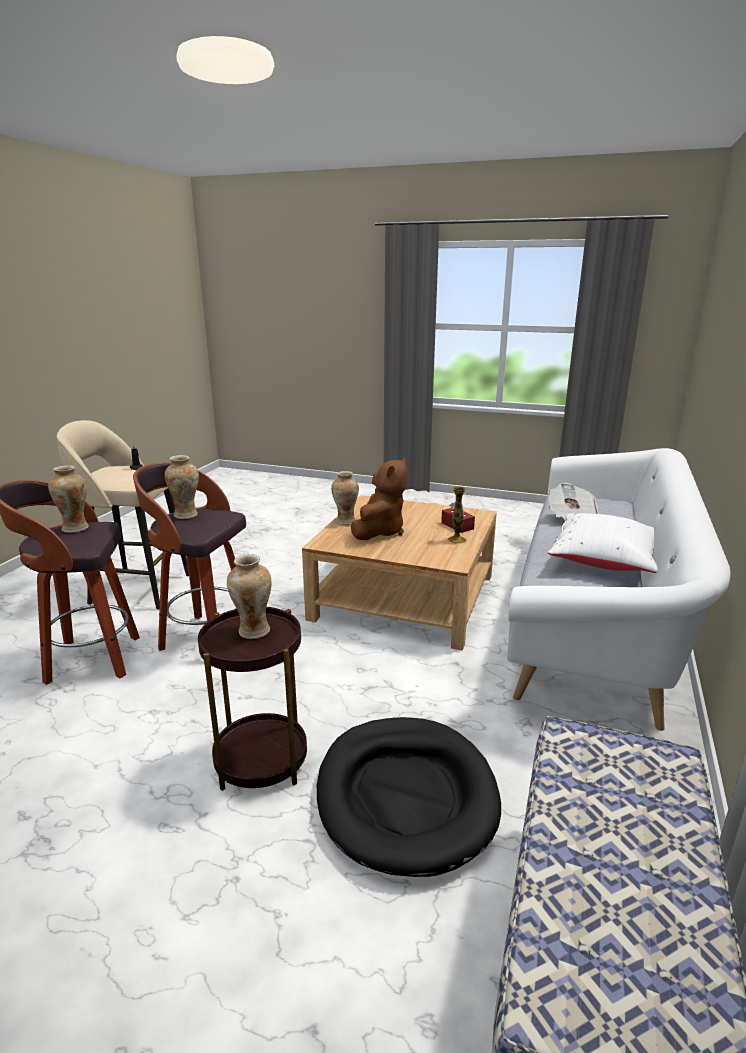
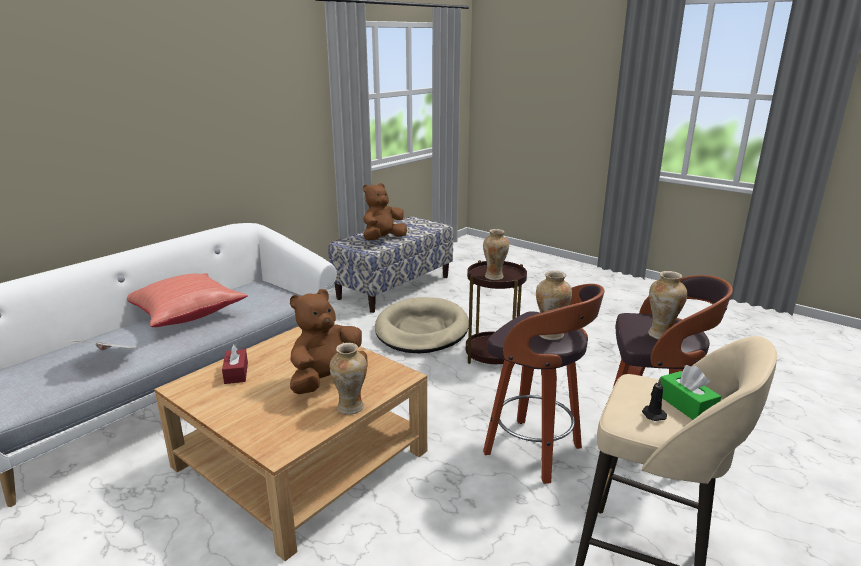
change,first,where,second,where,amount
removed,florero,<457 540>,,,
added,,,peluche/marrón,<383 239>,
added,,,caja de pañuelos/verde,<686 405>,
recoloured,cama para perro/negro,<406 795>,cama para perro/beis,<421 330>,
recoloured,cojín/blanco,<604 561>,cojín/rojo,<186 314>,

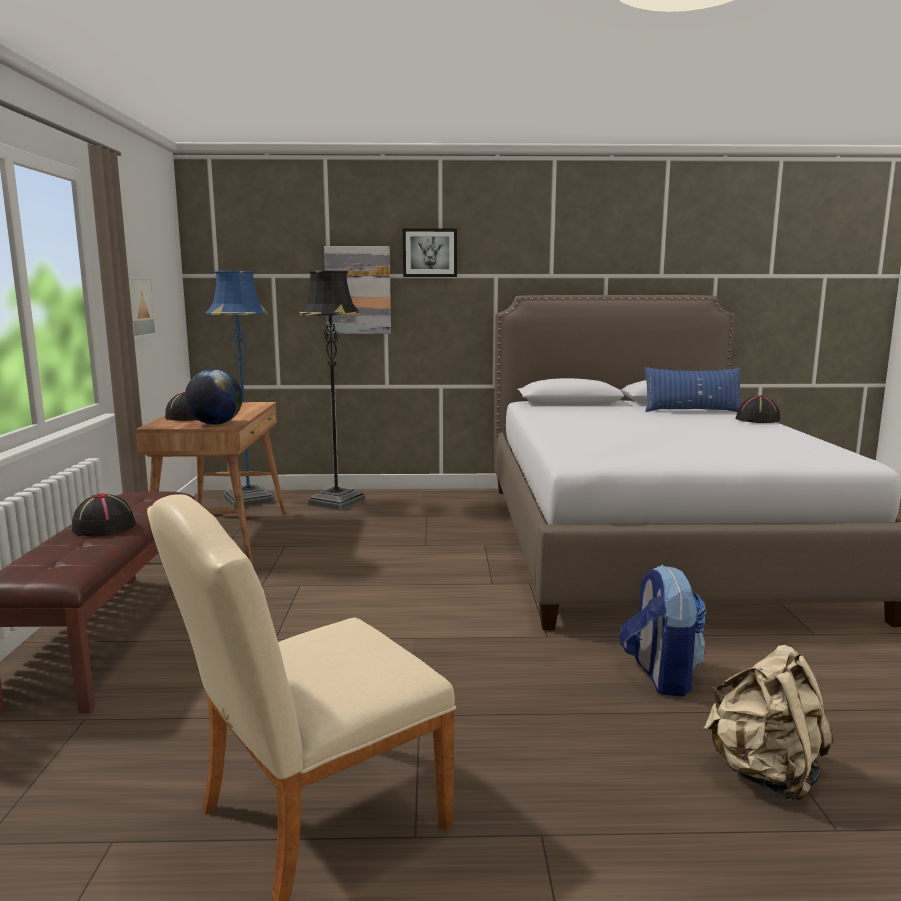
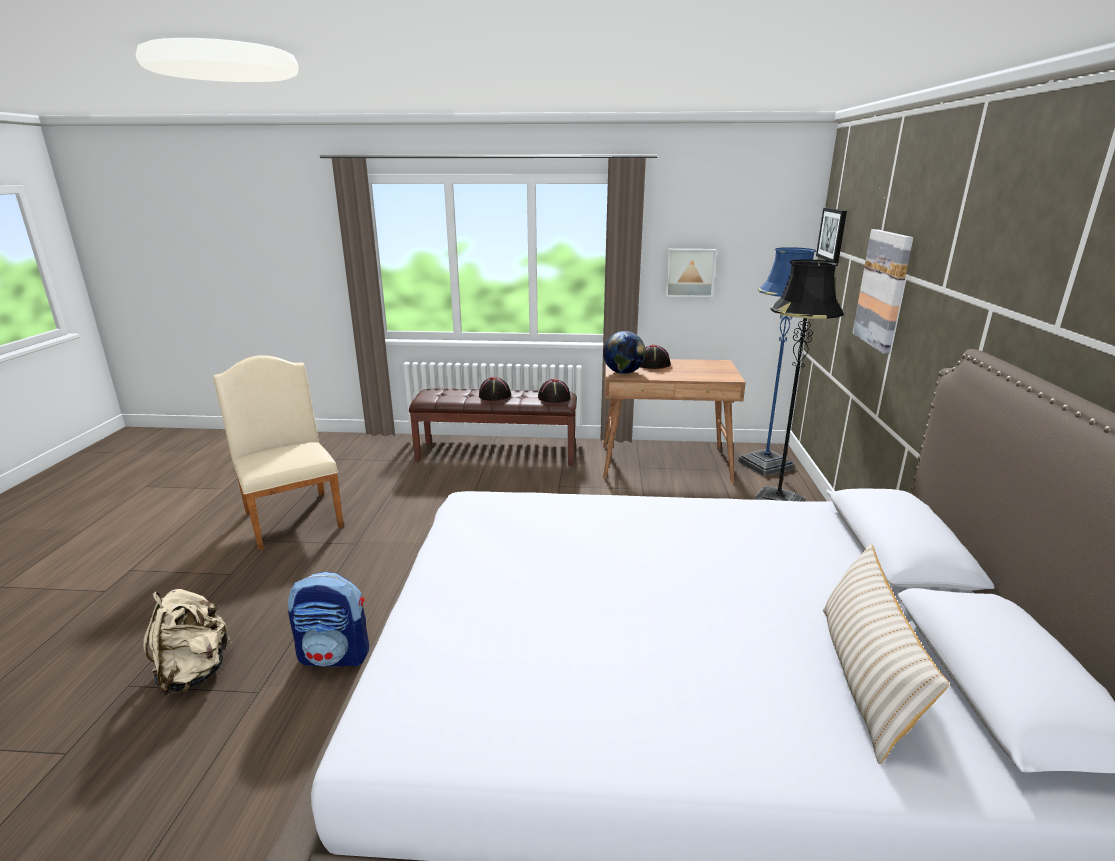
change,first,where,second,where,amount
moved,cuadro,<430 253>,,<832 234>,
moved,sombrero/negro,<757 420>,,<554 397>,
recoloured,cojín/azul,<691 411>,cojín/beis,<863 677>,

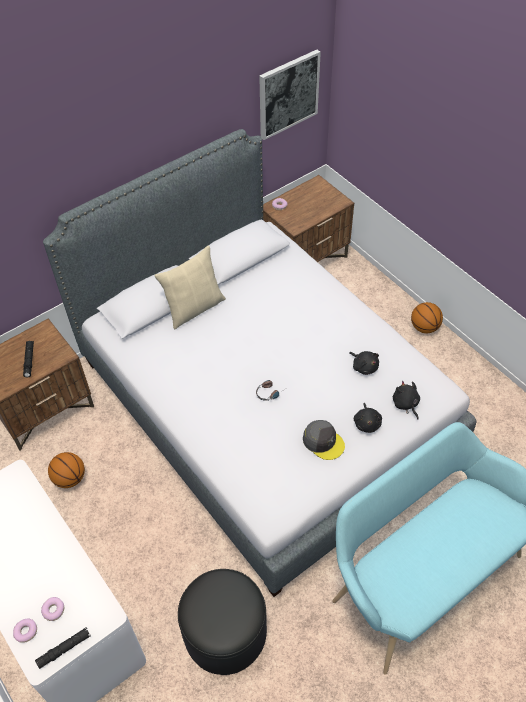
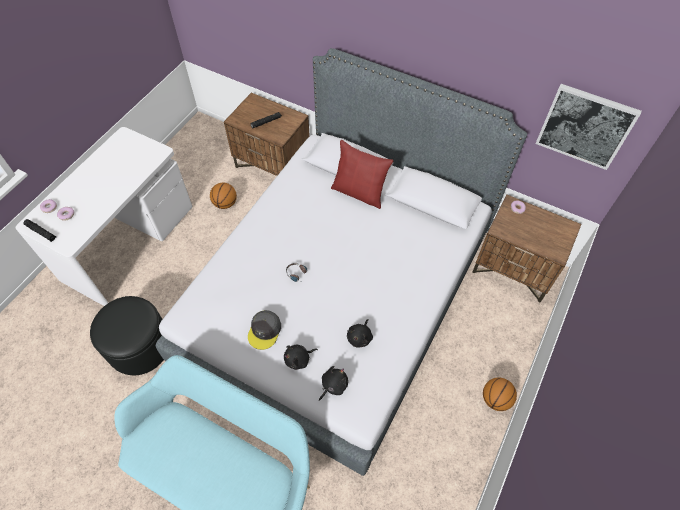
change,first,where,second,where,amount
recoloured,cojín/beis,<194 308>,cojín/rojo,<359 192>,

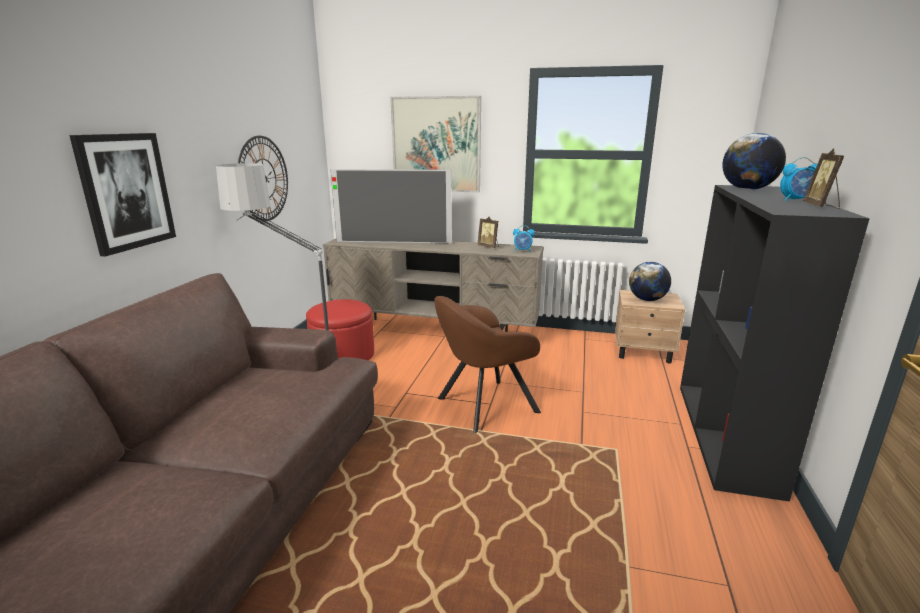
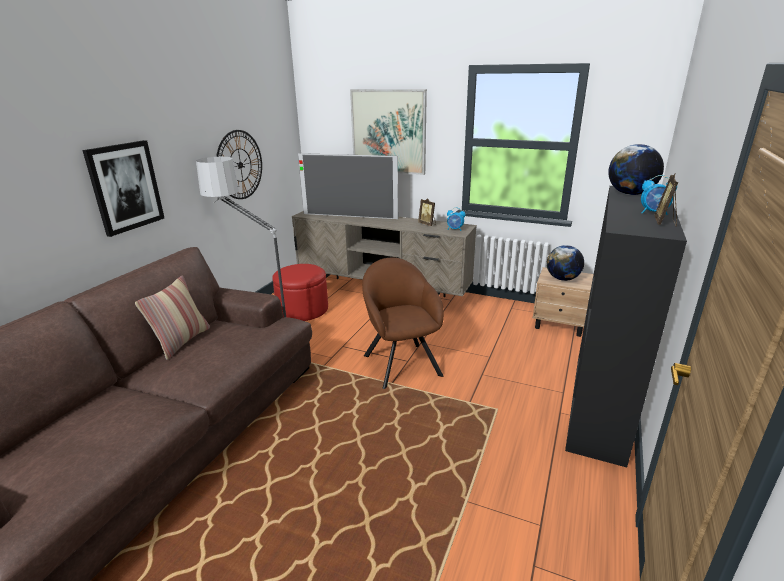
change,first,where,second,where,amount
added,,,cojín,<181 341>,
turned,sillón/marrón,<482 406>,,<400 362>,90 degrees clockwise

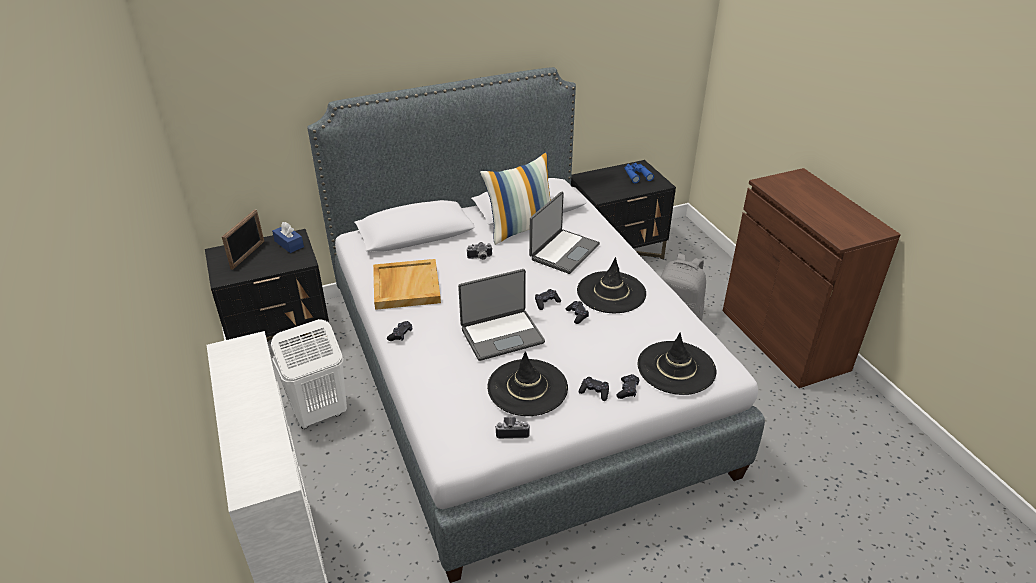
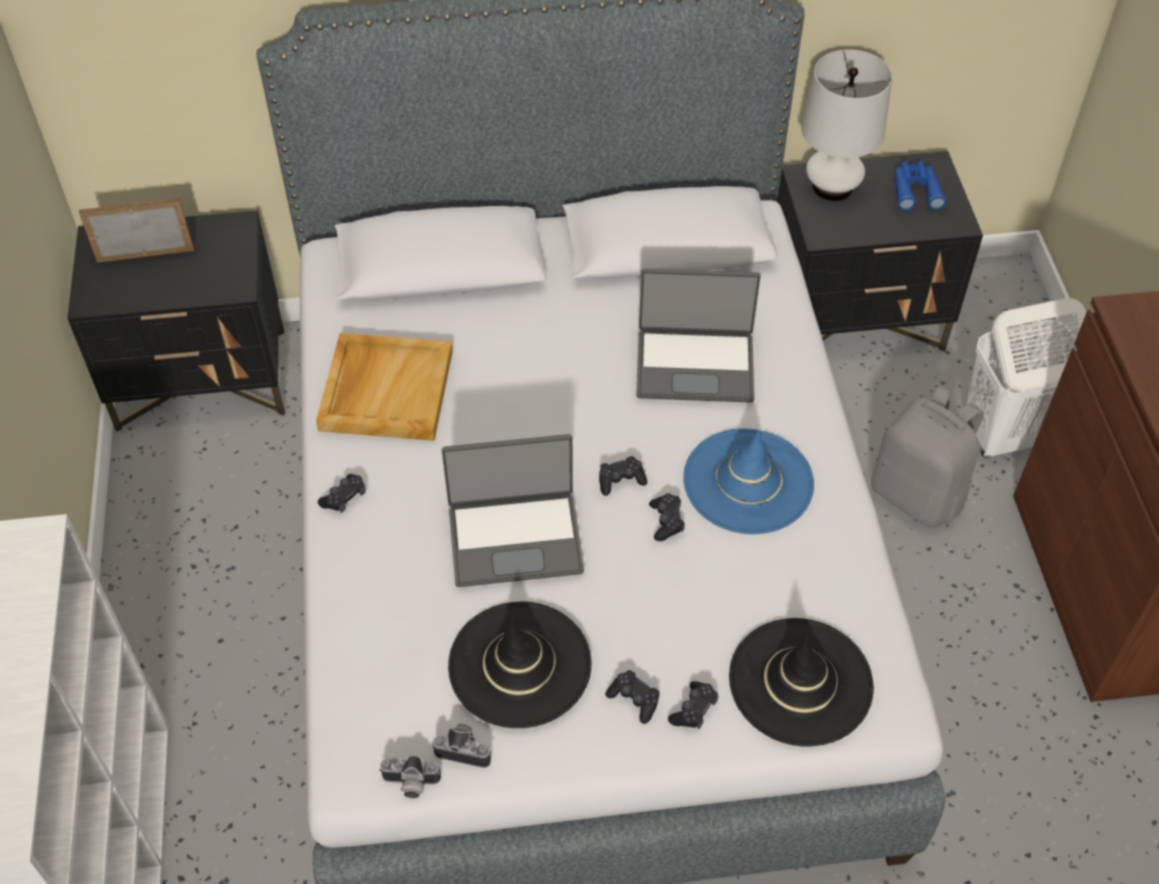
change,first,where,second,where,amount
removed,caja de pañuelos/azul,<289 244>,,,
removed,cojín,<521 228>,,,
added,,,lámpara de mesa/blanco,<832 187>,
moved,cesto de la ropa/blanco,<319 414>,,<1005 435>,
moved,cámara,<480 258>,,<410 785>,
recoloured,sombrero/negro,<611 292>,sombrero/azul,<748 482>,
turned,portarretratos,<248 255>,,<145 254>,135 degrees counterclockwise
turned,portátil,<563 252>,,<695 365>,45 degrees clockwise

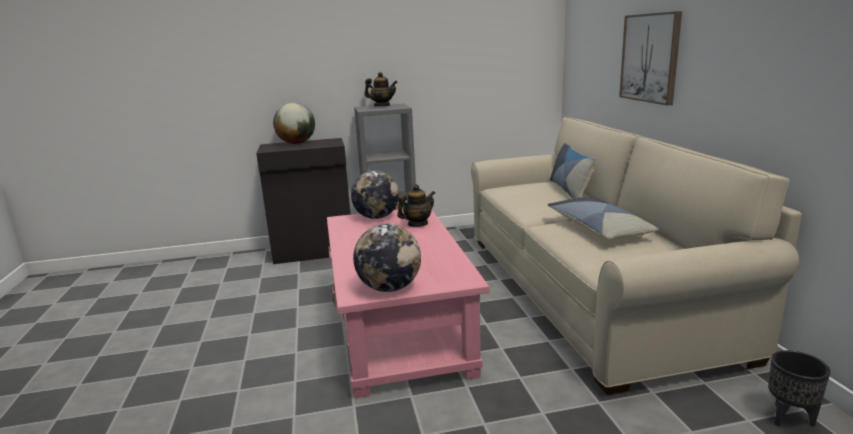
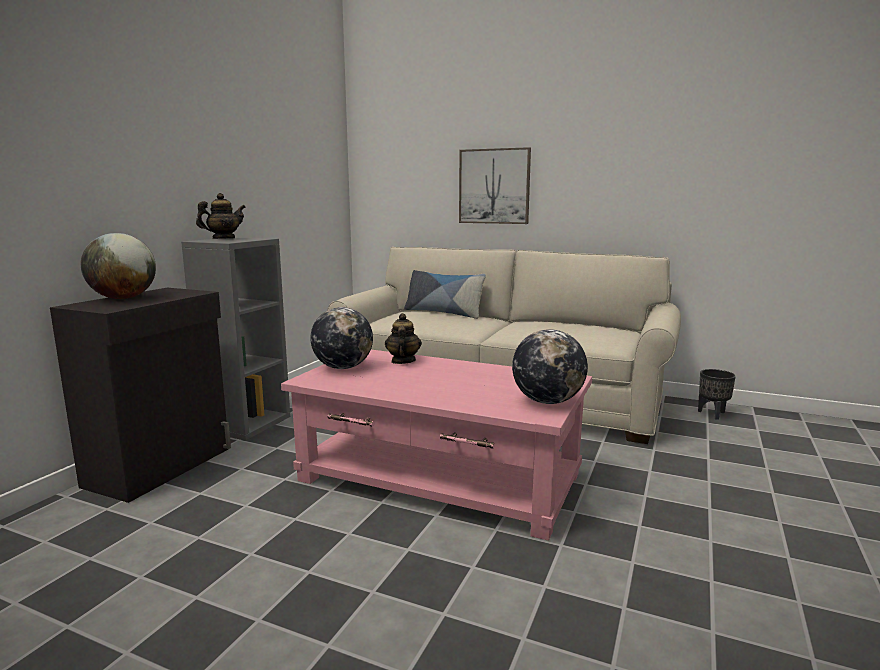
change,first,where,second,where,amount
removed,cojín,<598 228>,,,

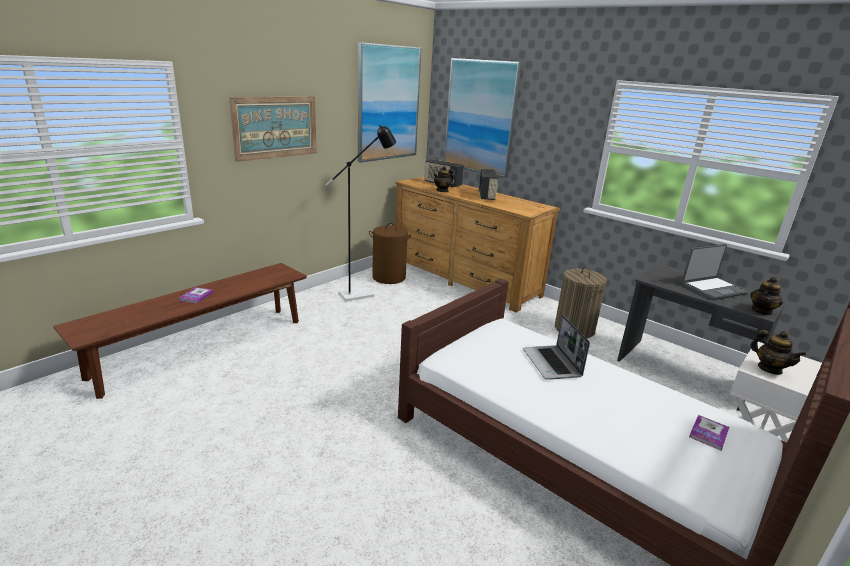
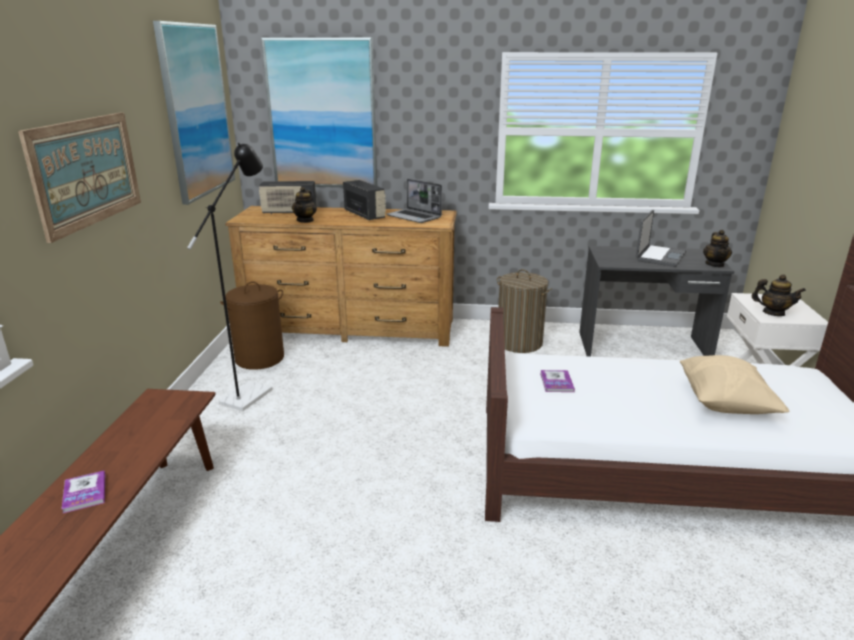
change,first,where,second,where,amount
added,,,cojín/beis,<724 404>,
moved,portátil,<552 364>,,<414 217>,
moved,libro,<708 433>,,<556 382>,

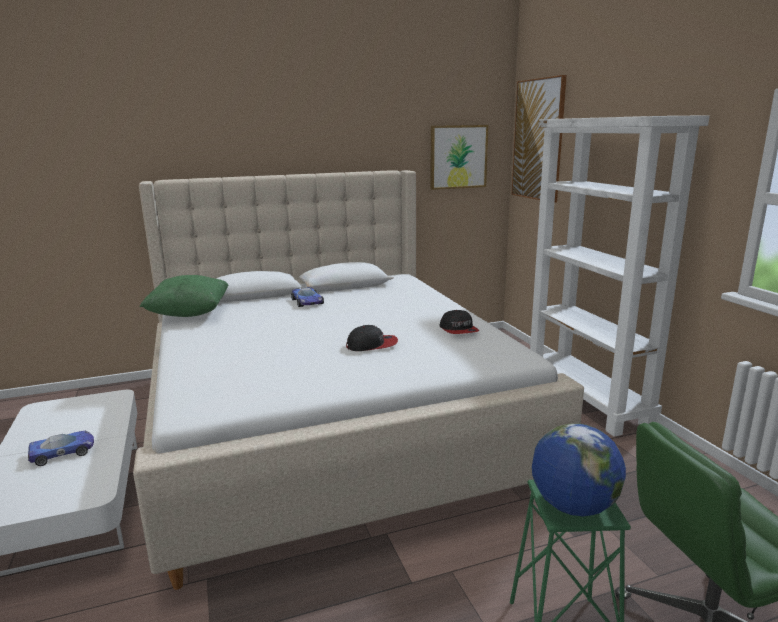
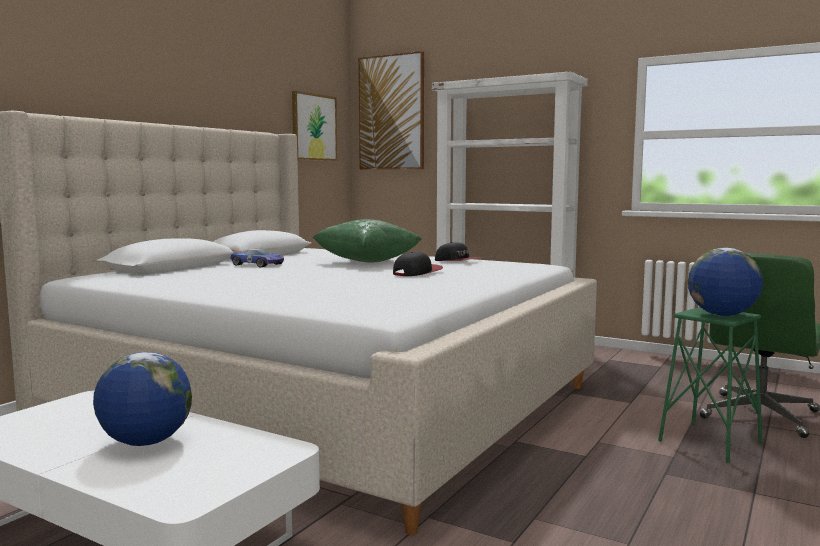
change,first,where,second,where,amount
moved,cojín/verde,<189 313>,,<366 262>,
replaced,coche de juguete,<63 452>,globo terráqueo,<146 442>,

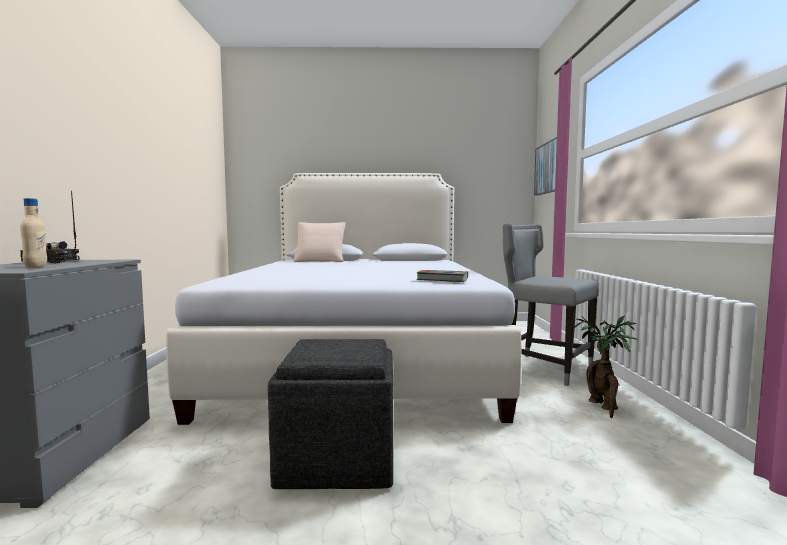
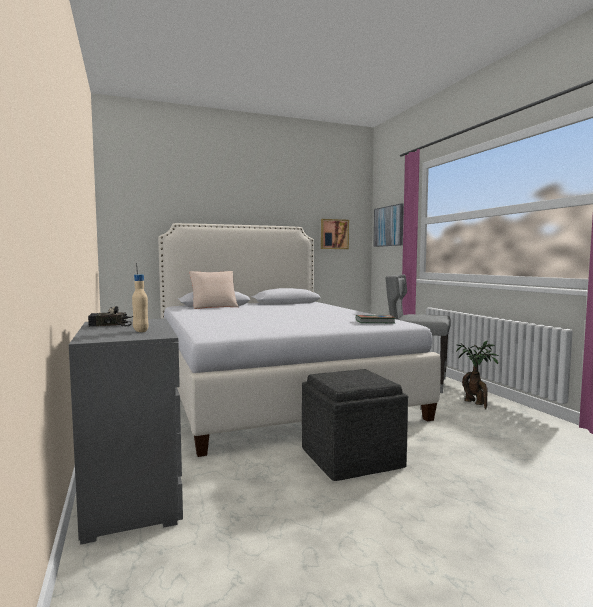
change,first,where,second,where,amount
added,,,cuadro,<334 234>,

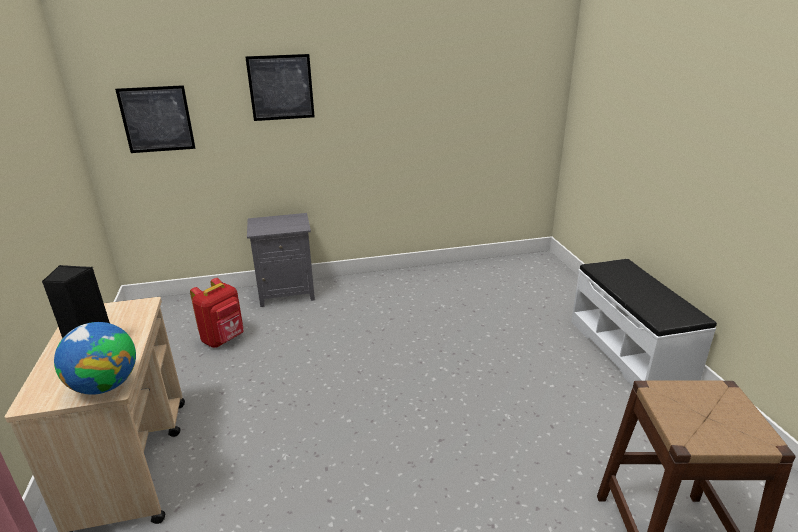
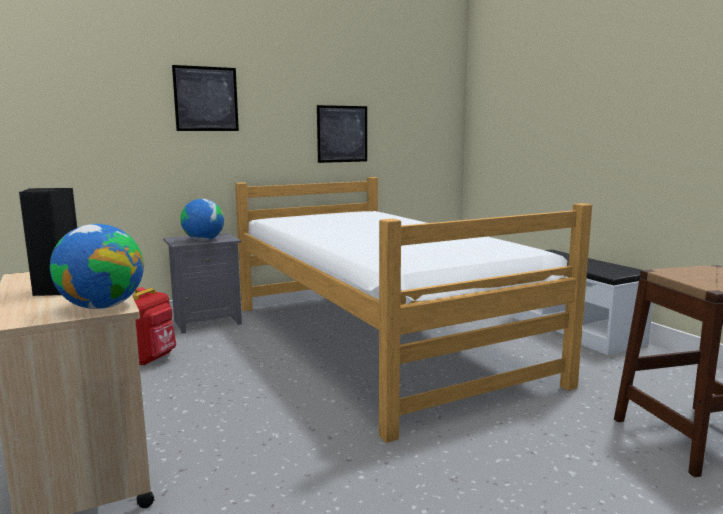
change,first,where,second,where,amount
added,,,globo terráqueo,<203 240>,
added,,,cama,<378 341>,
moved,cuadro,<157 119>,,<342 134>,

